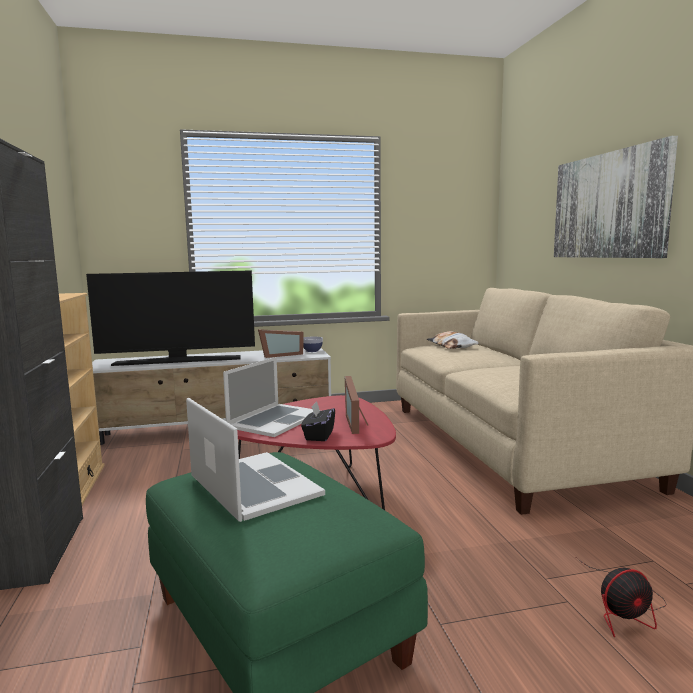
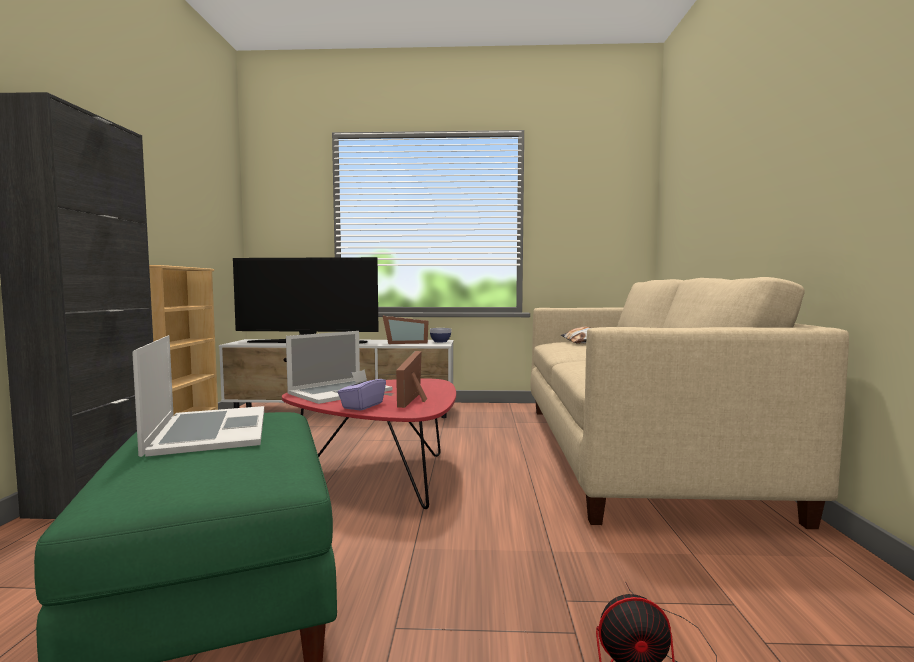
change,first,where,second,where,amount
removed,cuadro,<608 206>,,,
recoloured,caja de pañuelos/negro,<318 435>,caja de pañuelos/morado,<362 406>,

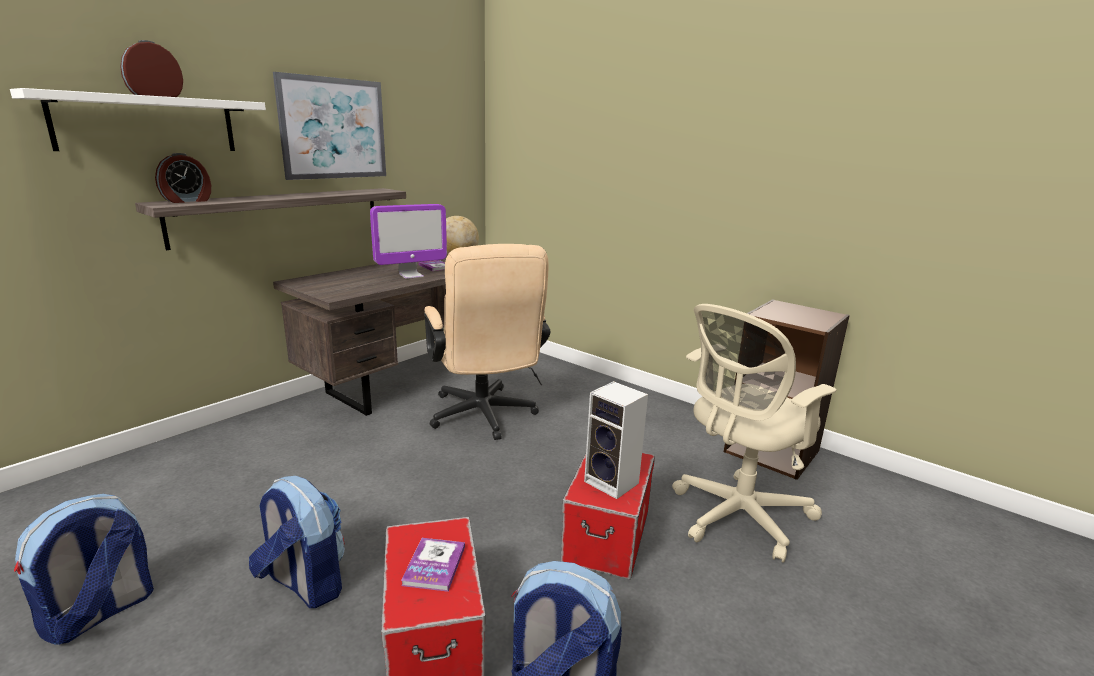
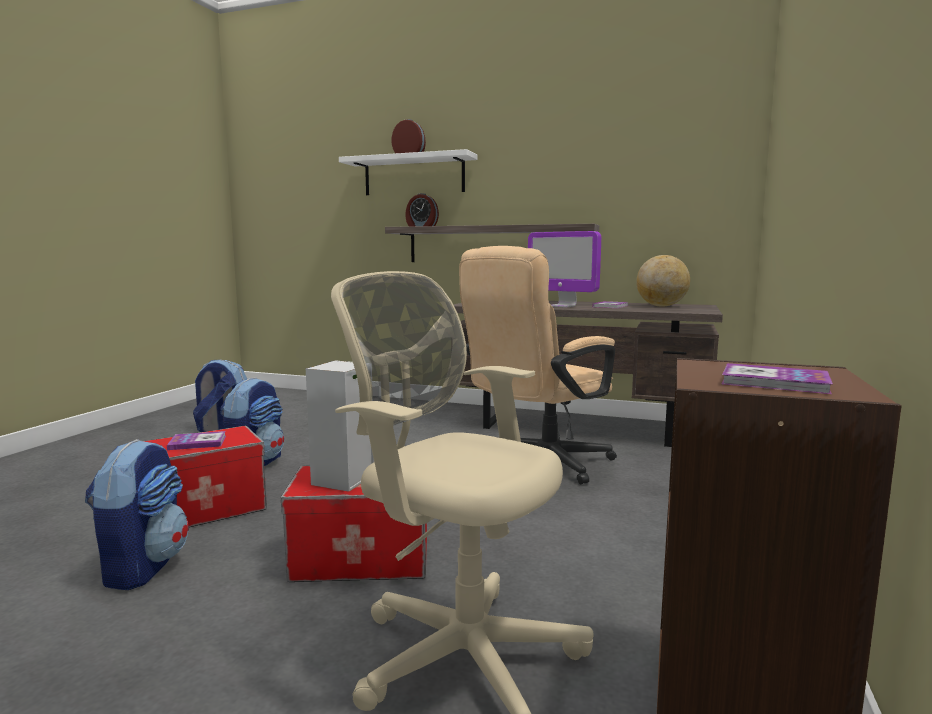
change,first,where,second,where,amount
removed,cuadro,<333 128>,,,
added,,,libro,<774 382>,

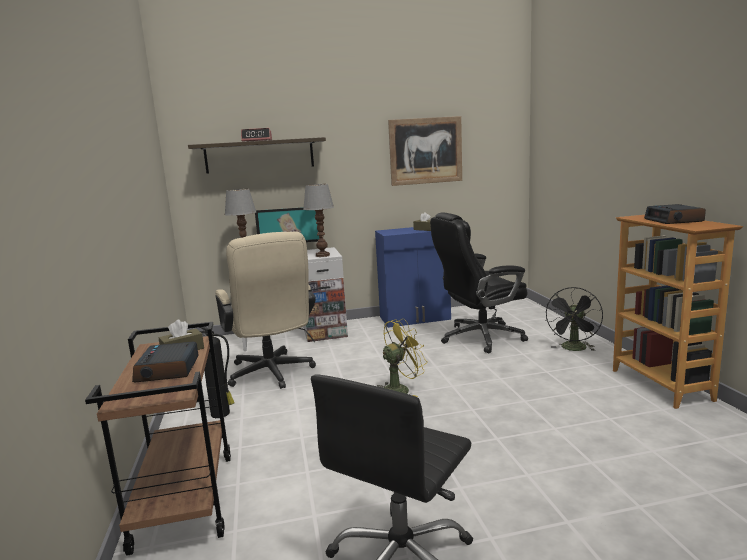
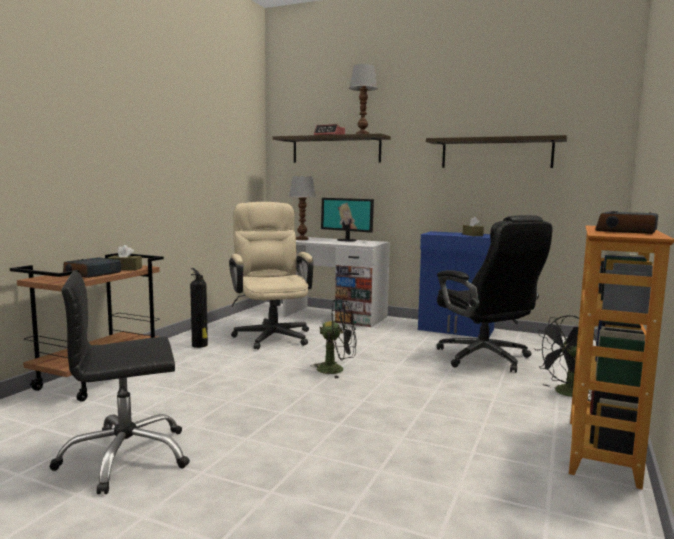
change,first,where,second,where,amount
moved,lámpara de mesa,<322 255>,,<362 134>,
replaced,cuadro,<425 151>,estante,<496 153>,
recoloured,ventilador/amarillo,<400 389>,ventilador/negro,<336 370>,
turned,silla de oficina/beis,<272 375>,,<271 335>,150 degrees clockwise
turned,silla de oficina/negro,<480 338>,,<485 358>,135 degrees counterclockwise

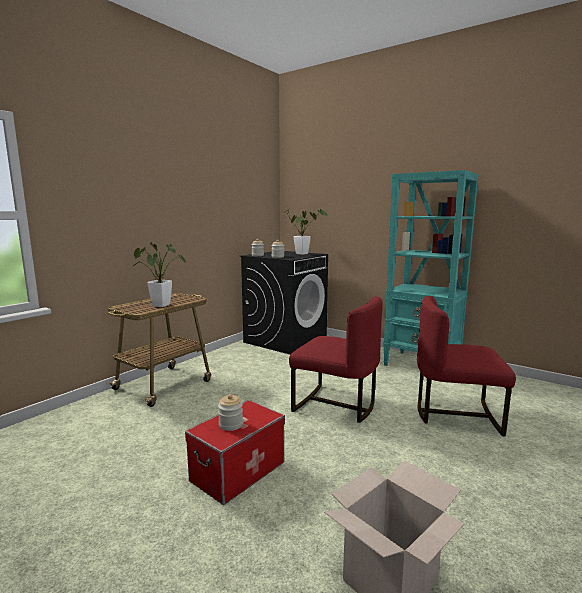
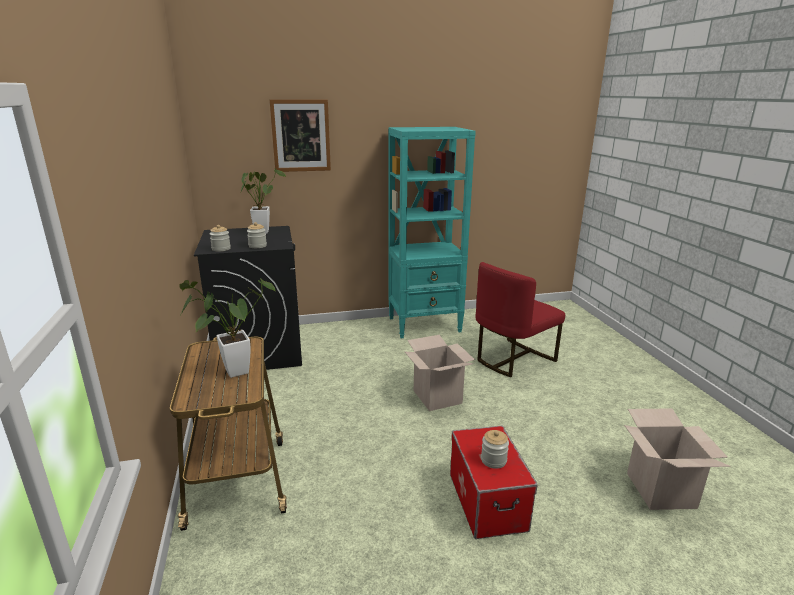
change,first,where,second,where,amount
added,,,cuadro,<301 136>,
replaced,silla/rojo,<336 405>,caja de cartón,<437 397>,

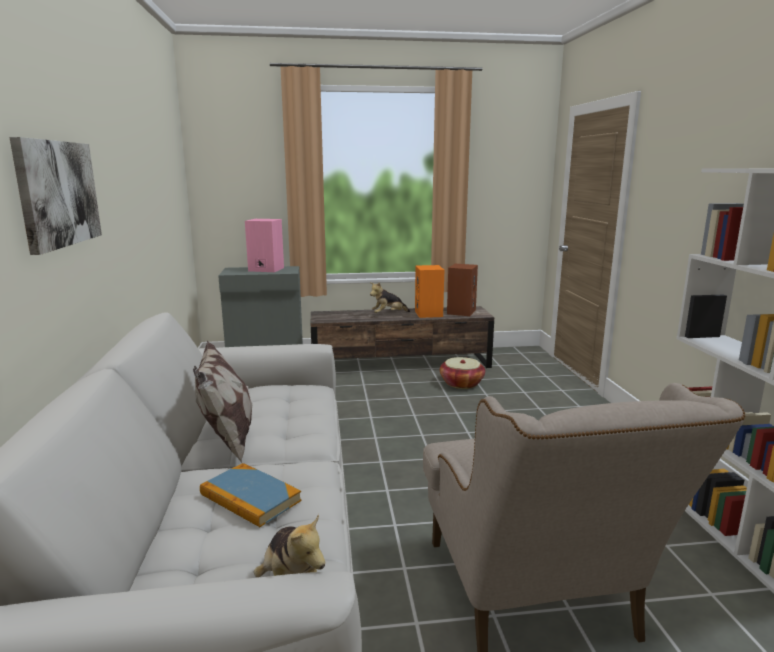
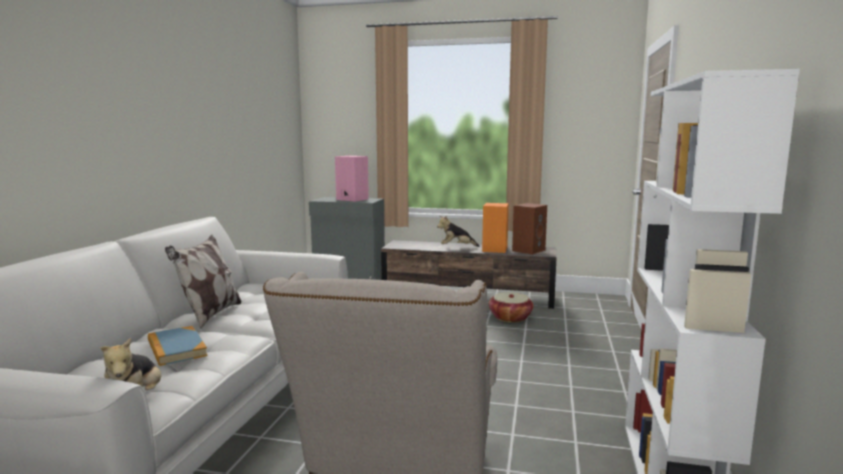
change,first,where,second,where,amount
removed,cuadro,<58 193>,,,

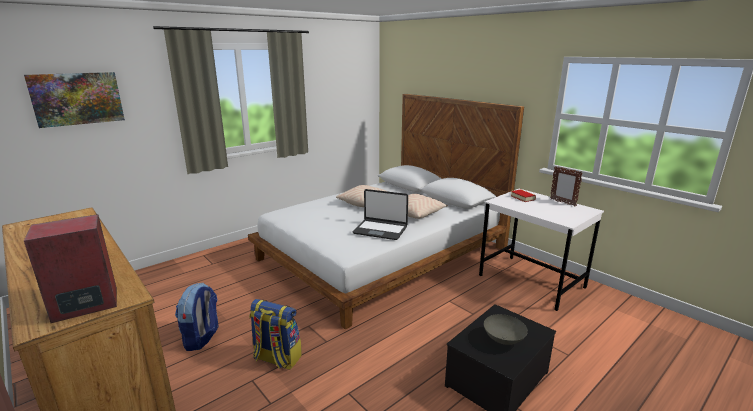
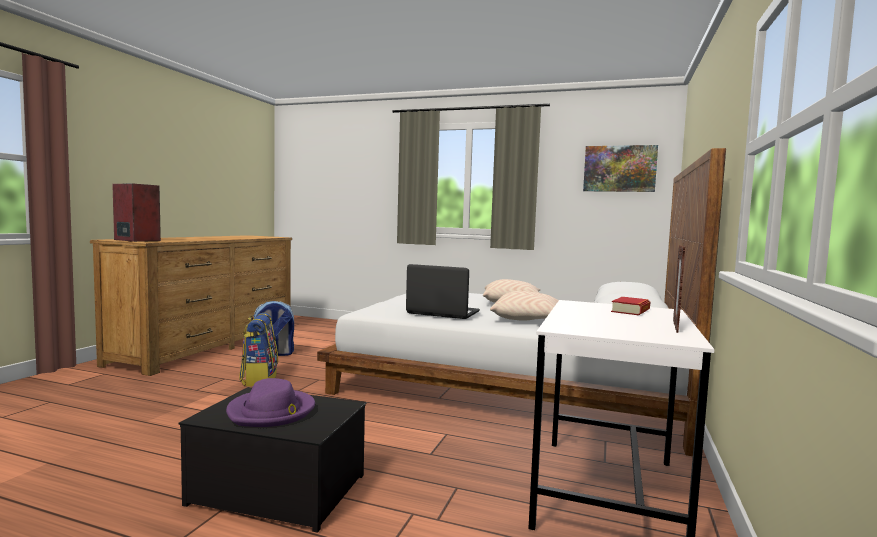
change,first,where,second,where,amount
moved,cuadro,<77 98>,,<619 169>,
replaced,cuenco/gris,<503 339>,sombrero/morado,<271 412>,
turned,portátil,<380 230>,,<443 313>,120 degrees clockwise

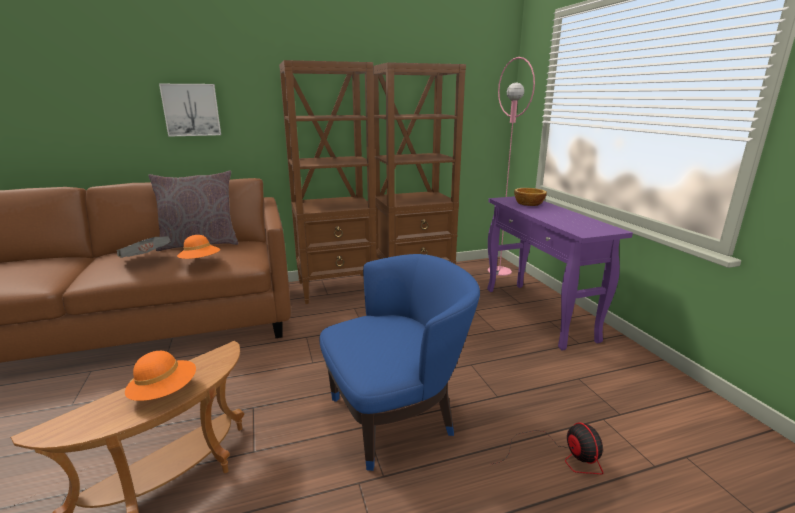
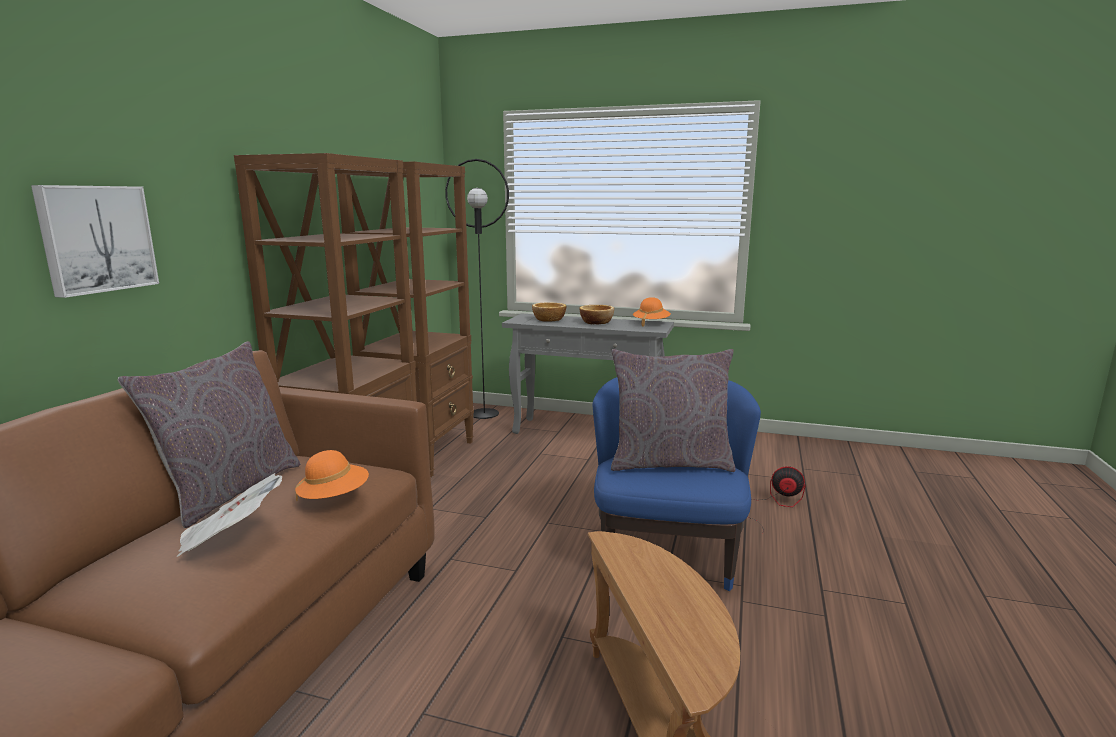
change,first,where,second,where,amount
added,,,cuenco,<596 322>,
added,,,cojín/gris,<669 463>,
moved,sombrero/naranja,<164 392>,,<651 323>,
recoloured,mesa consola/morado,<539 314>,mesa consola/gris,<588 433>,
recoloured,lámpara de pie/rosa,<499 271>,lámpara de pie/negro,<484 414>,

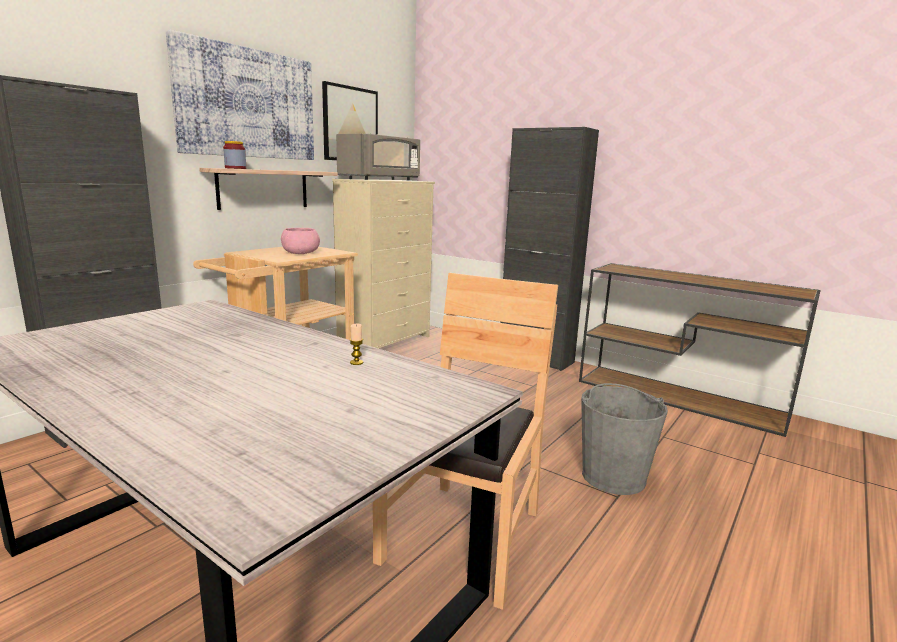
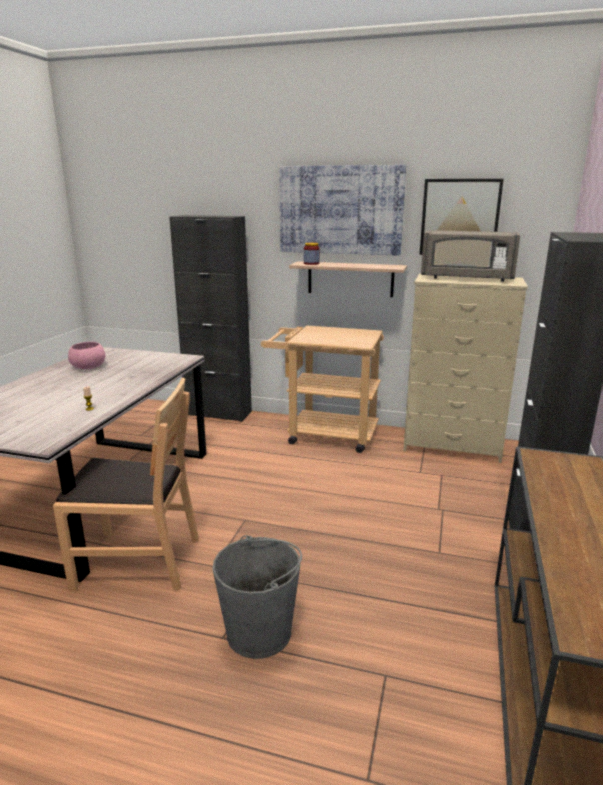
change,first,where,second,where,amount
moved,cuenco/rosa,<300 253>,,<88 367>,

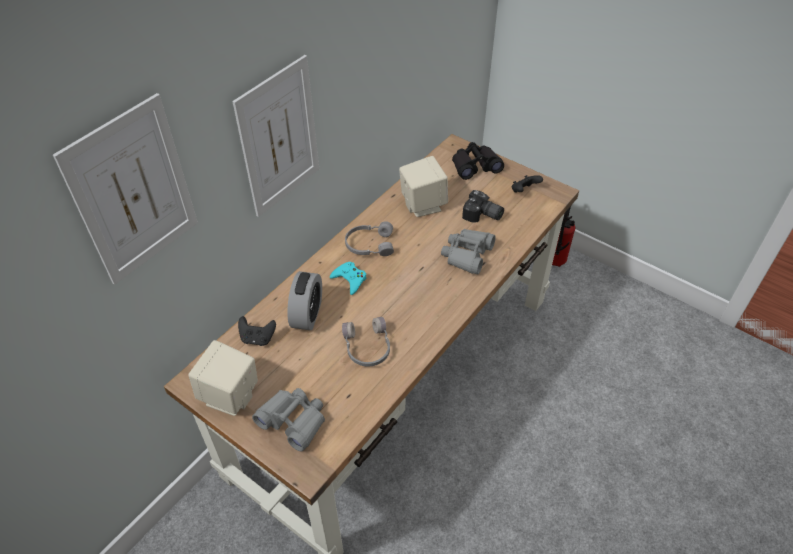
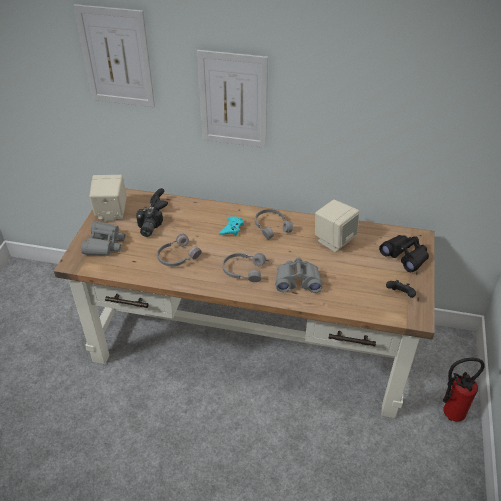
change,first,where,second,where,amount
removed,despertador,<307 314>,,,
added,,,auriculares/gris,<243 270>,
moved,cámara,<482 216>,,<147 228>,

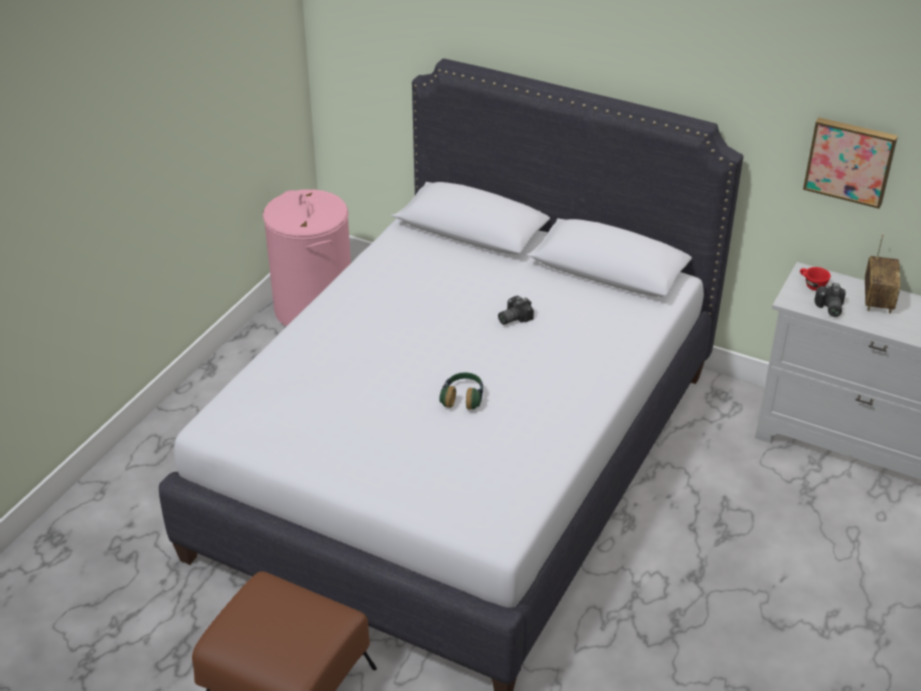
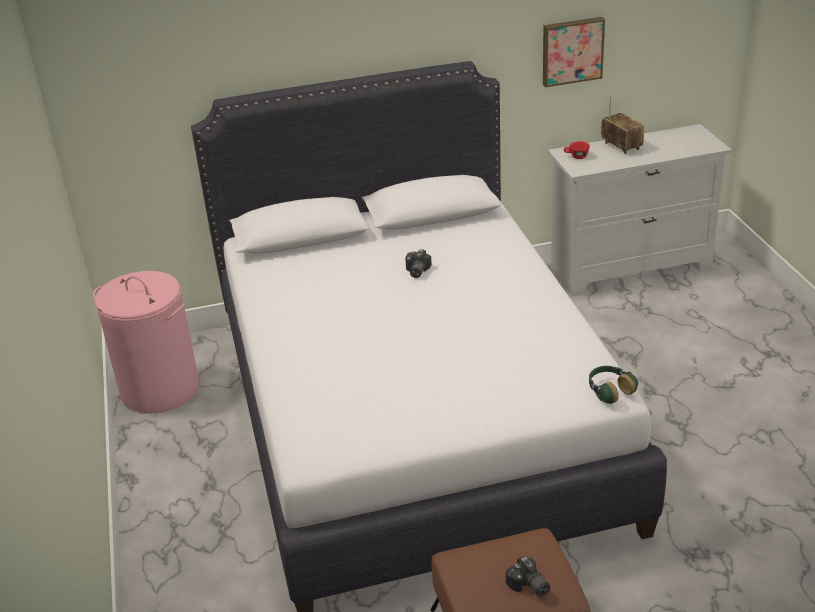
change,first,where,second,where,amount
moved,auriculares,<463 398>,,<609 391>,
moved,cámara,<829 308>,,<528 586>,

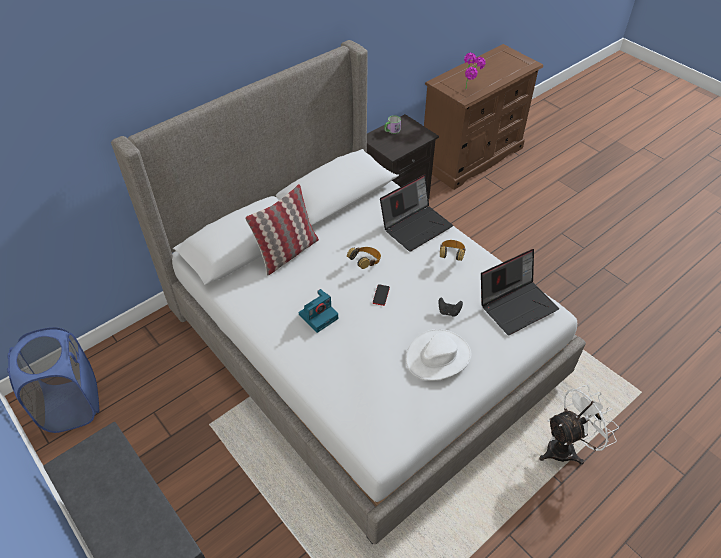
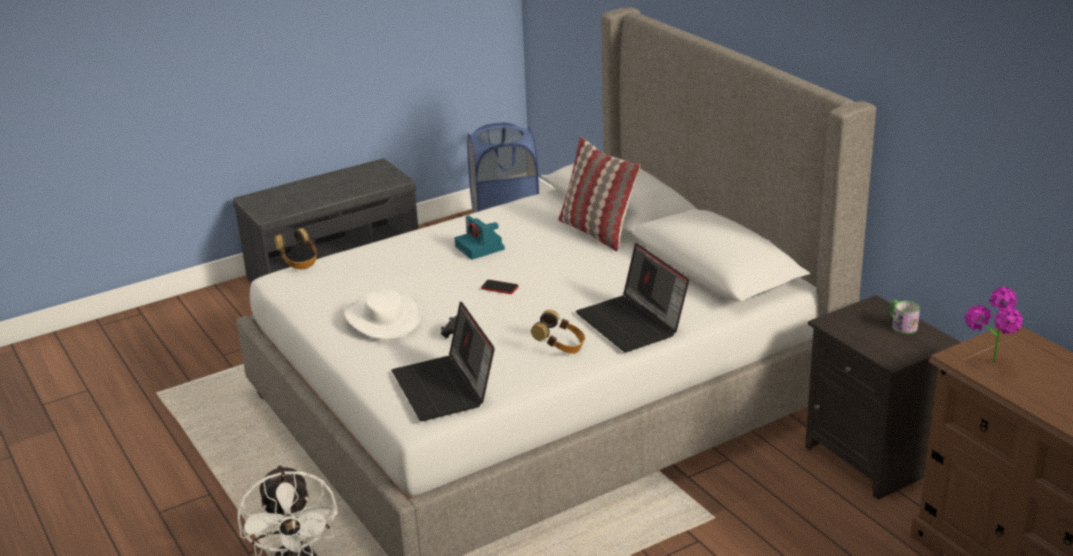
change,first,where,second,where,amount
moved,auriculares,<365 263>,,<299 262>,

